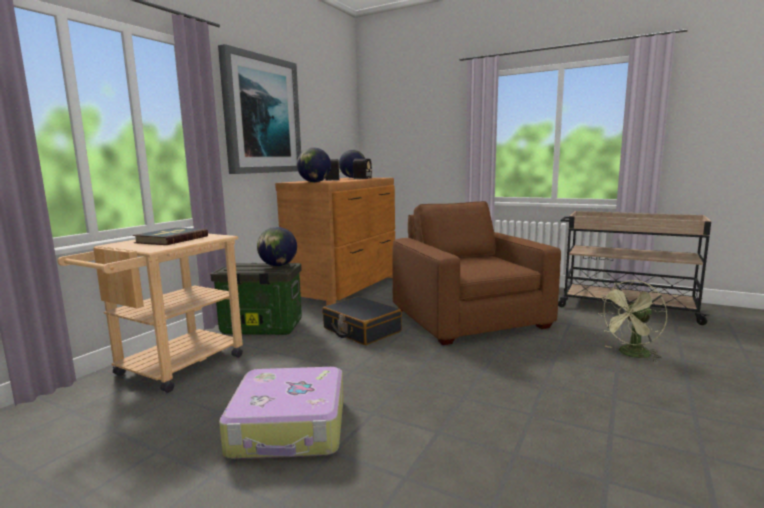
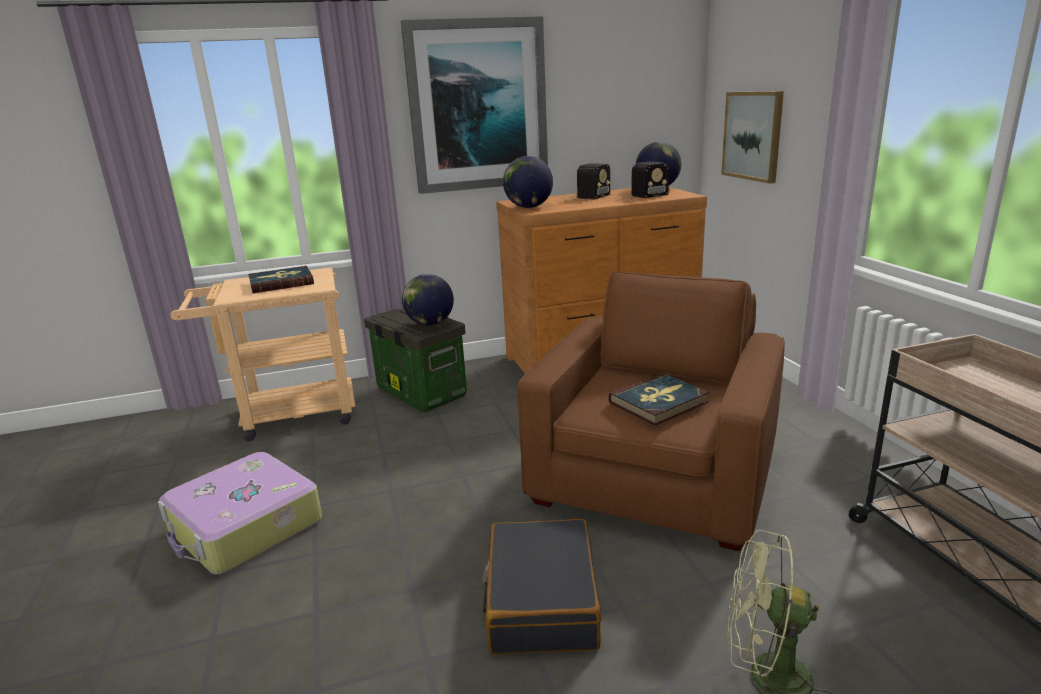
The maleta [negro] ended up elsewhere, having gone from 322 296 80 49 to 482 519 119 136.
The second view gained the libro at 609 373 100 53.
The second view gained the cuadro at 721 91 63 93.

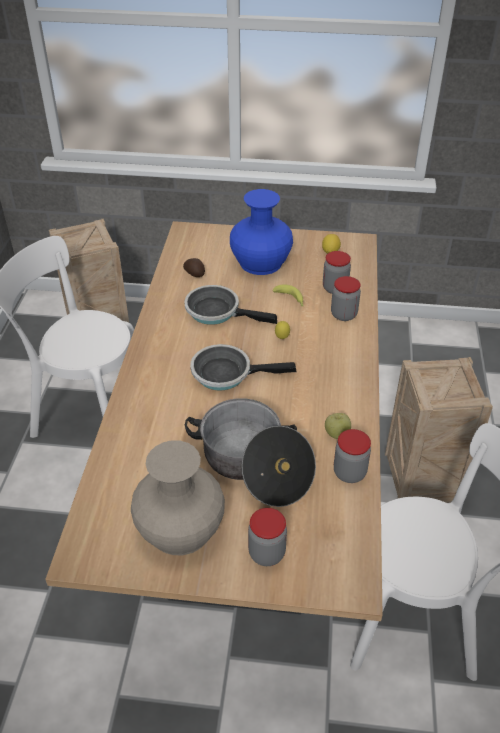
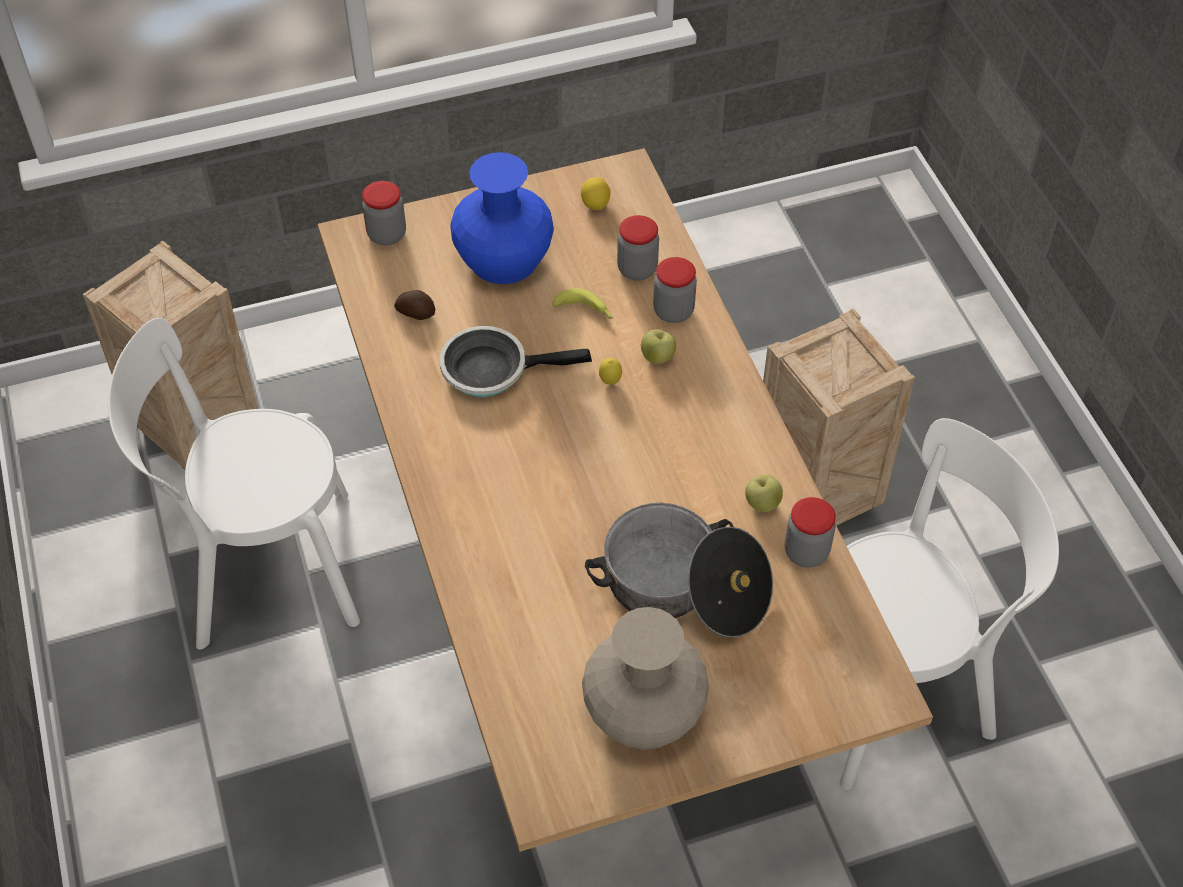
The tarro ended up elsewhere, having gone from 248 508 39 58 to 362 181 44 64.
The second view gained the manzana at 641 329 35 35.
The second view lost the sartén at 190 344 106 47.

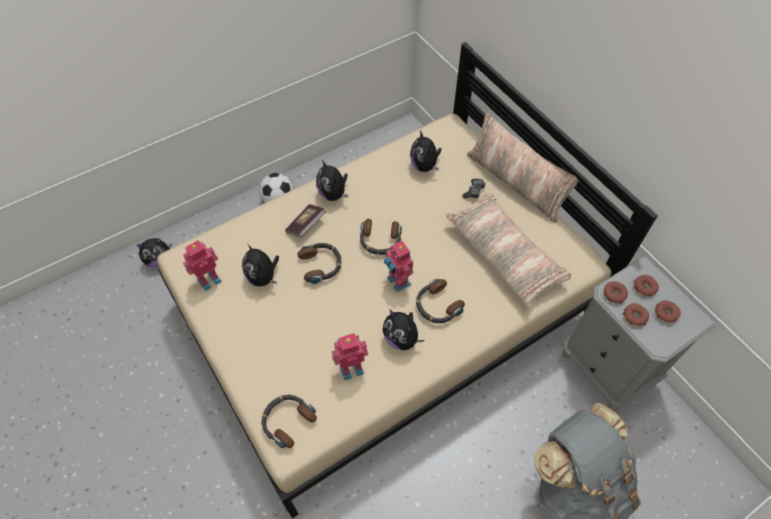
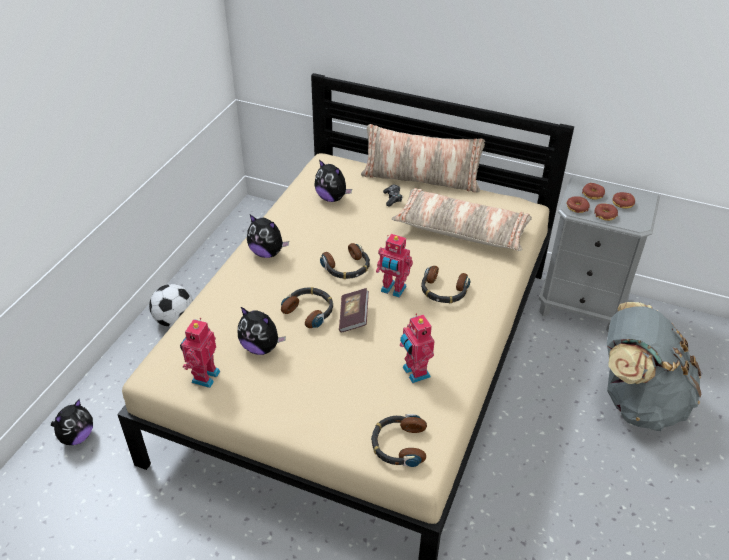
The libro ended up elsewhere, having gone from 285 204 41 33 to 339 288 30 45.
The robot de juguete at 332 333 36 47 ended up facing another way, 60 degrees counterclockwise from before.
The second view lost the peluche at 383 310 41 40.

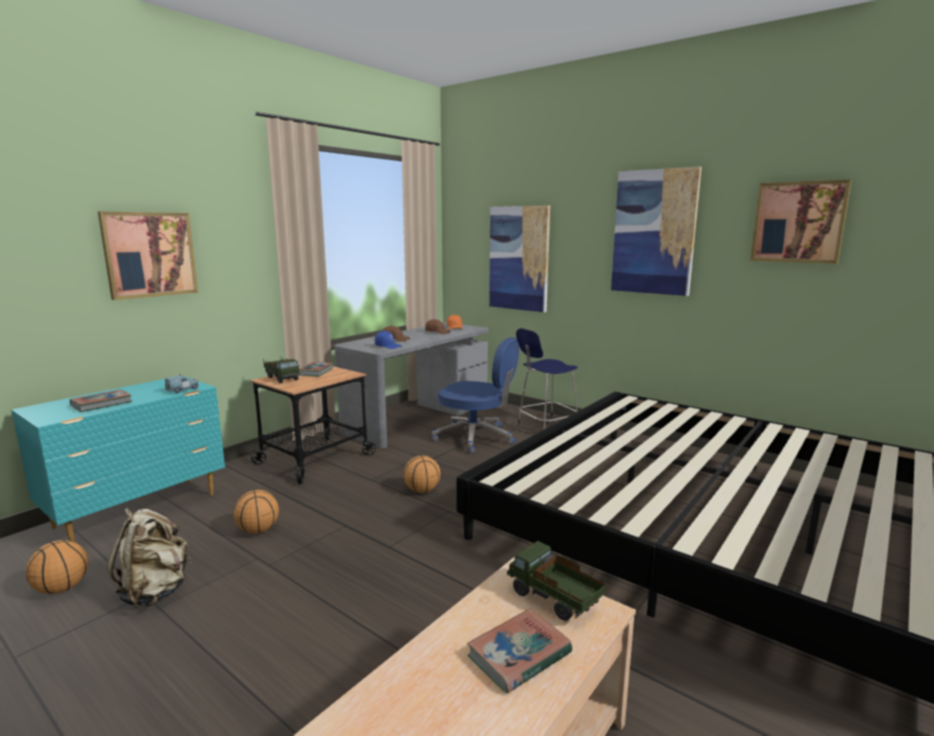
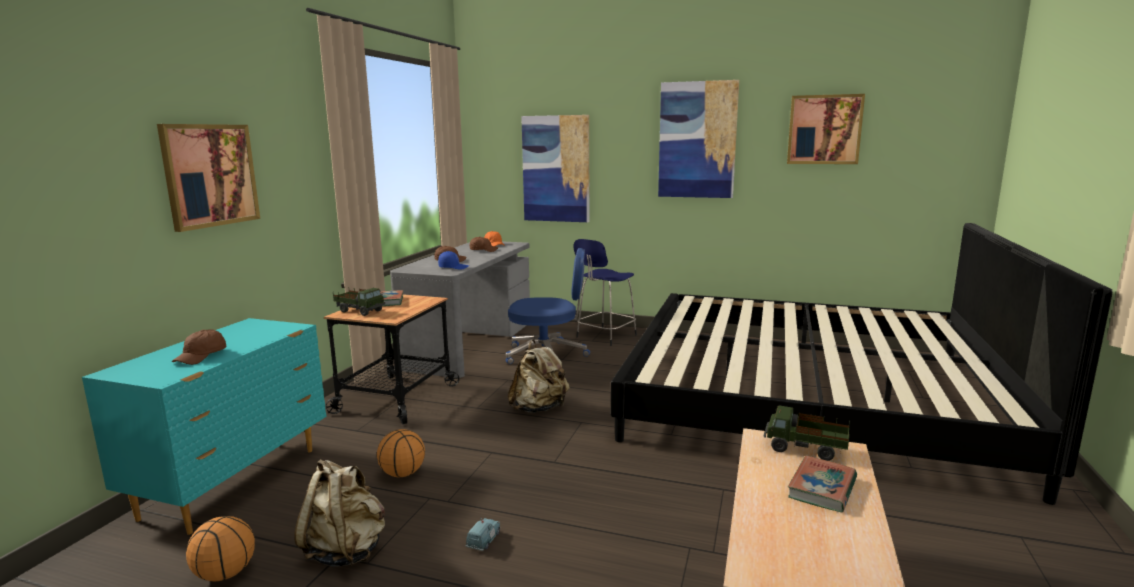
Where the libro stood at 70 390 63 22, the gorra [marrón] came to stand at 172 329 54 36.
The coche de juguete [azul] ended up elsewhere, having gone from 165 374 34 19 to 466 518 34 33.
Where the balón de baloncesto stood at 404 455 37 38, the mochila [beis] came to stand at 508 340 62 73.

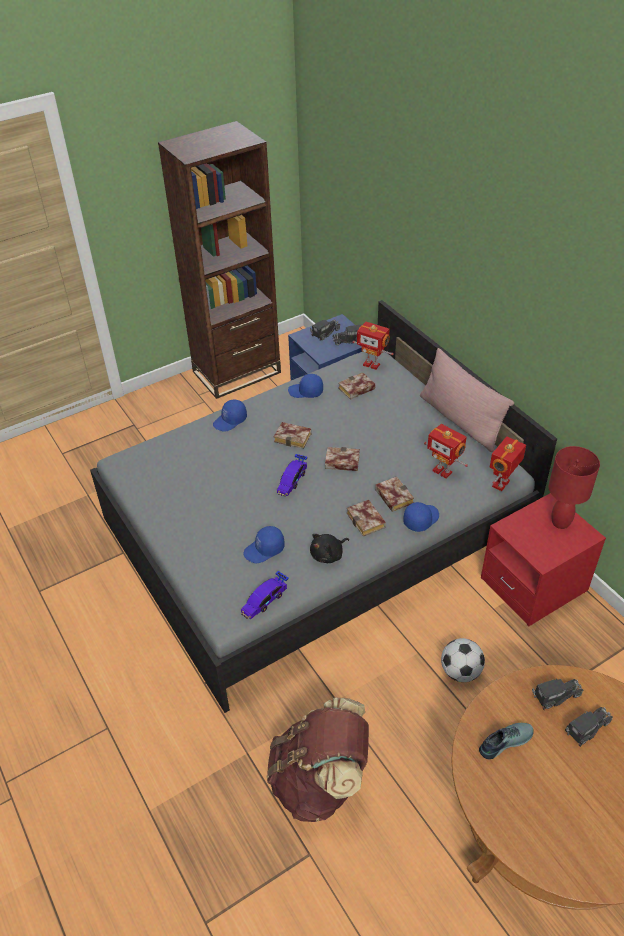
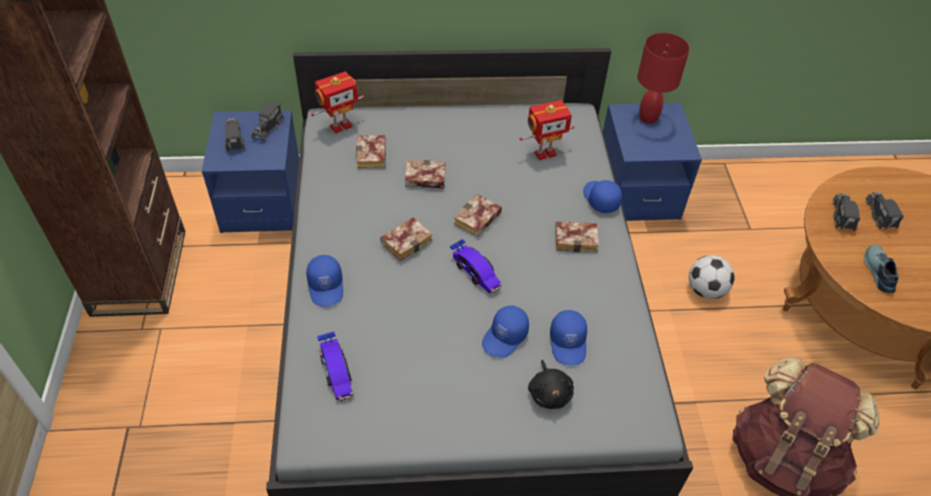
The coche de juguete ended up elsewhere, having gone from 241 571 48 48 to 317 331 36 70.
The libro ended up elsewhere, having gone from 375 477 39 35 to 405 160 41 28.
The gorra [azul] ended up elsewhere, having gone from 288 374 35 24 to 482 306 47 52.
The peluche [negro] ended up elsewhere, having gone from 310 534 39 29 to 528 360 46 49.
What was the mesita de noche [rojo] at 481 493 125 133 turned into the mesita de noche [azul] at 603 103 99 118.
The second view lost the cojín [rosa] at 420 348 94 104.
The second view lost the robot de juguete at 490 436 36 55.

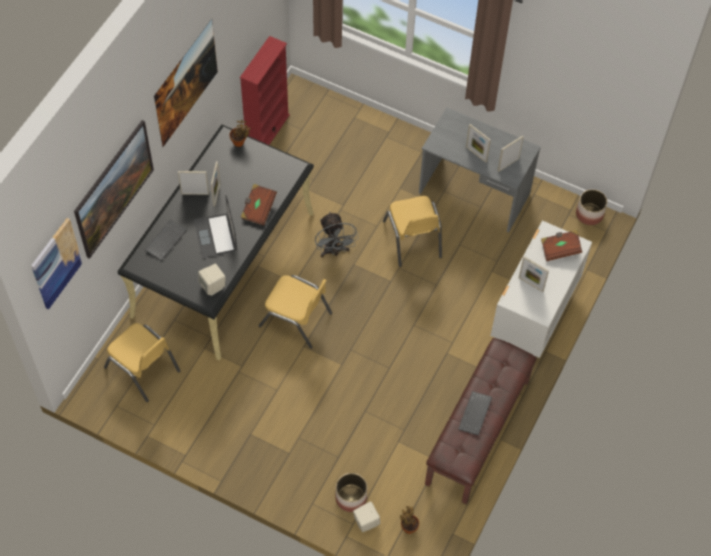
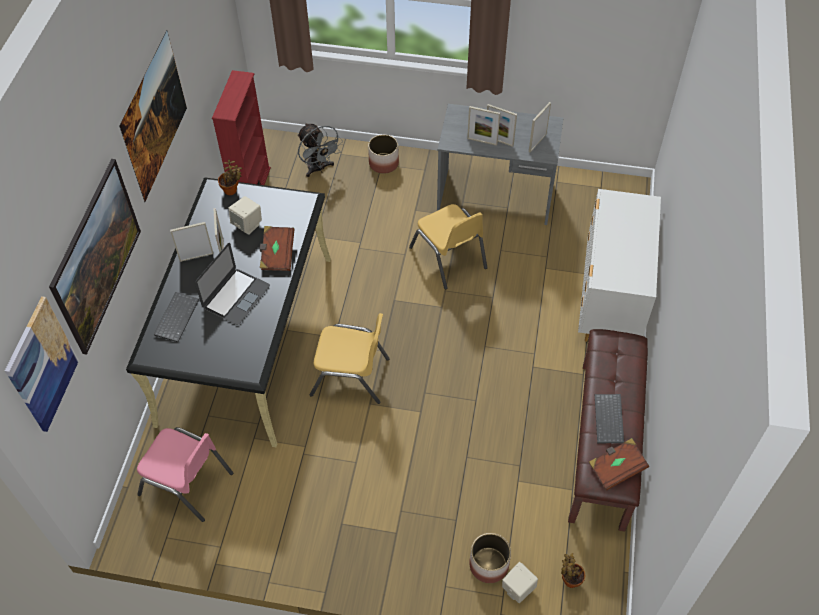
What was the silla [amarillo] at 104 323 77 79 turned into the silla [rosa] at 137 427 96 95.
The portátil at 194 195 43 63 ended up facing another way, 120 degrees counterclockwise from before.
The altavoz [beis] ended up elsewhere, having gone from 199 264 26 32 to 228 196 34 39.
The ventilador [gris] ended up elsewhere, having gone from 315 212 44 45 to 298 123 45 54.
The maceta ended up elsewhere, having gone from 576 189 31 36 to 368 134 31 40.
The portarretratos ended up elsewhere, having gone from 518 256 31 36 to 467 106 33 40.
The libro [marrón] ended up elsewhere, having gone from 541 230 41 31 to 589 438 60 53.

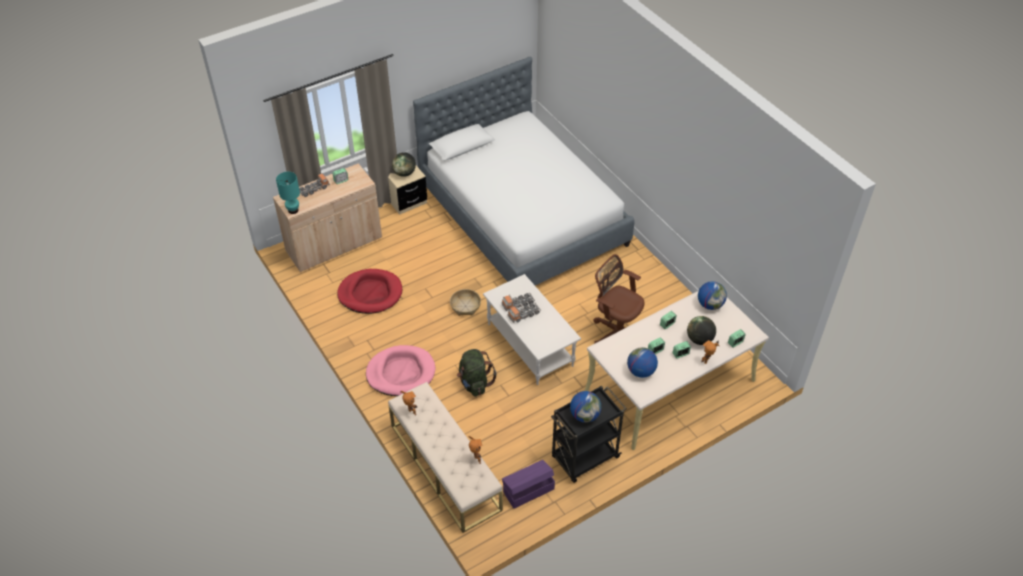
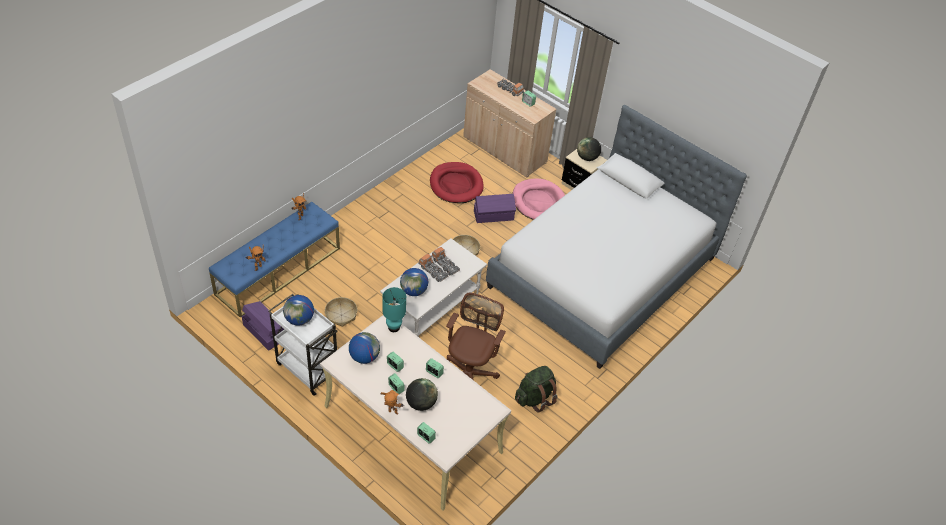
What was the banco [beis] at 388 382 115 151 turned into the banco [azul] at 209 202 131 115.
What was the carrito [negro] at 551 386 76 97 turned into the carrito [blanco] at 268 294 70 102.
The second view gained the cesta at 325 297 32 30.
The lámpara de mesa [turquesa] ended up elsewhere, having gone from 276 172 24 42 to 382 287 24 45.
The globo terráqueo ended up elsewhere, having gone from 698 281 29 29 to 400 268 28 28.
The second view gained the caja de almacenaje [morado] at 474 194 42 29.
The cama para perro [rosa] ended up elsewhere, having gone from 366 345 70 51 to 513 179 52 41.
The mochila [verde] ended up elsewhere, having gone from 457 349 40 47 to 515 366 42 47.

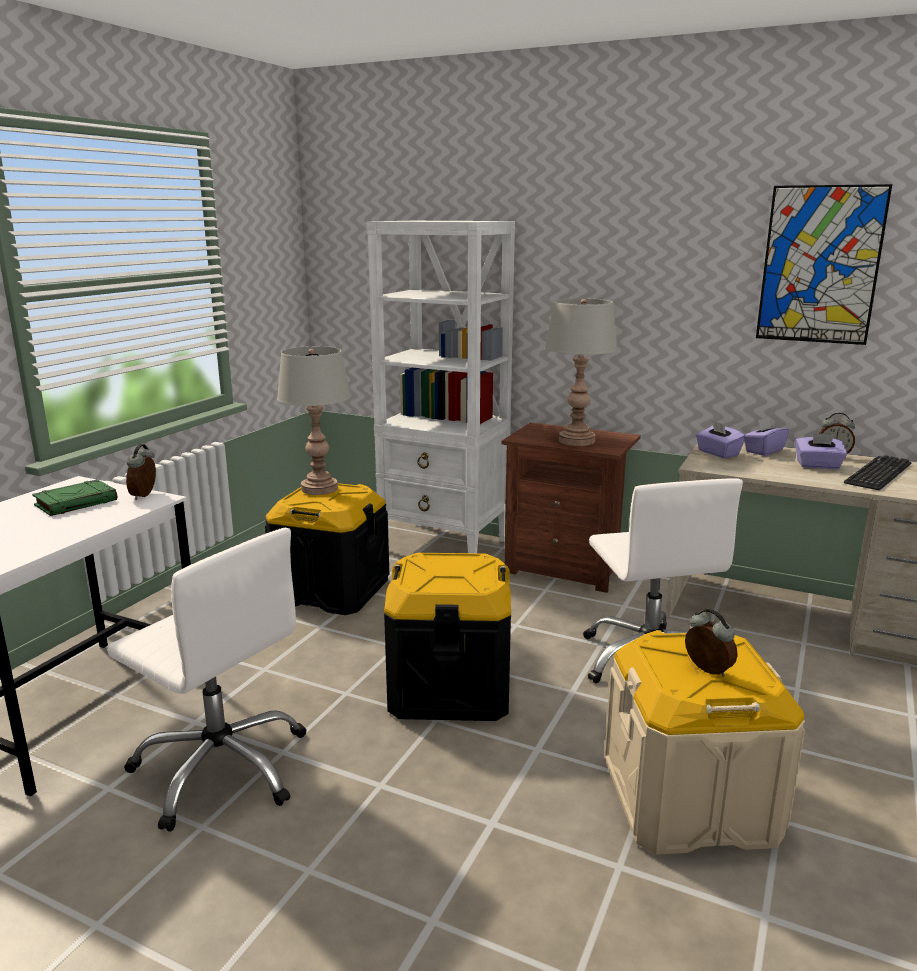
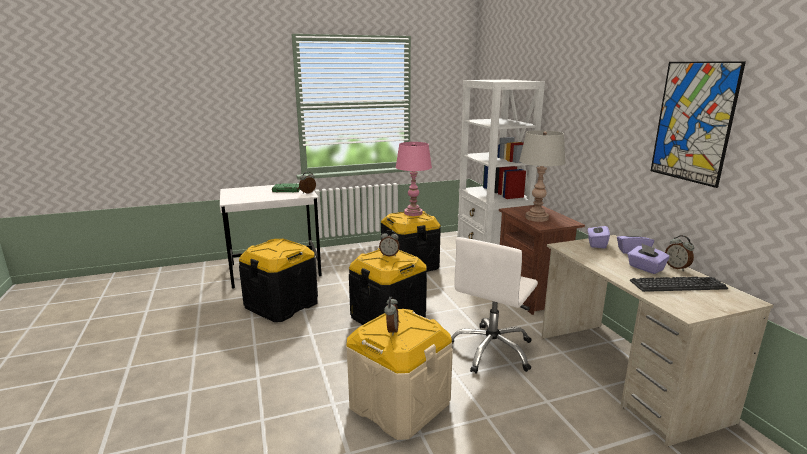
Where the silla de oficina [blanco] stood at 107 528 199 304, the caja de almacenaje [negro] came to stand at 239 239 79 83.
The second view gained the despertador at 379 230 21 26.
What was the lámpara de mesa [gris] at 277 346 74 149 turned into the lámpara de mesa [rosa] at 396 142 36 74.

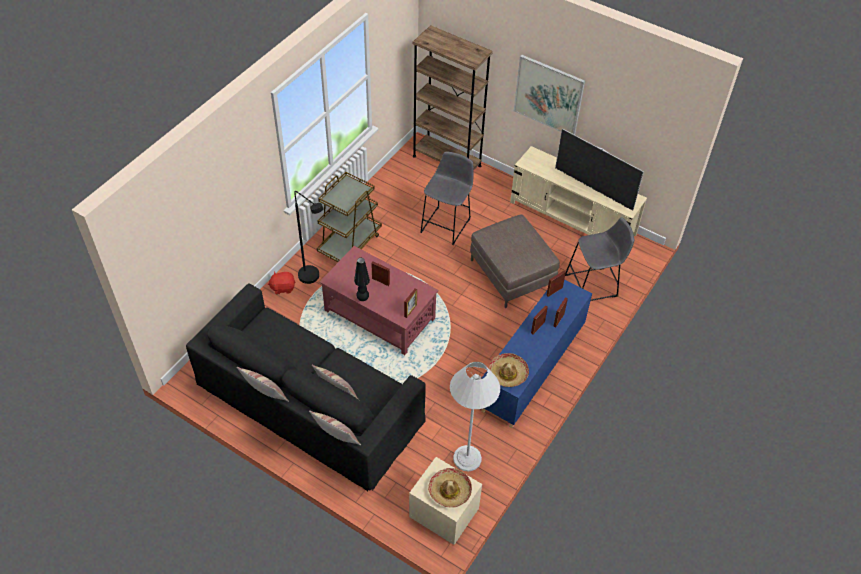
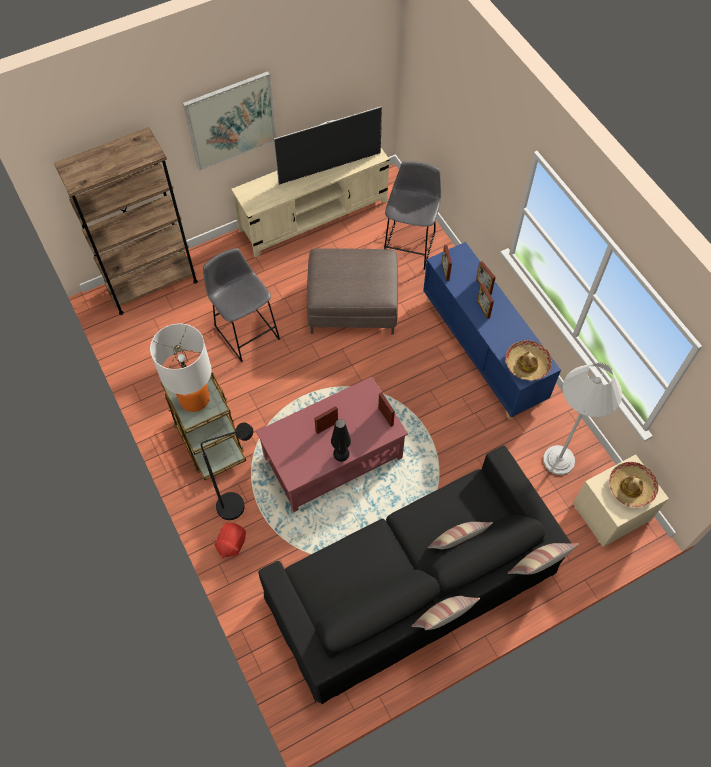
The second view gained the lámpara de mesa at 150 323 61 89.

